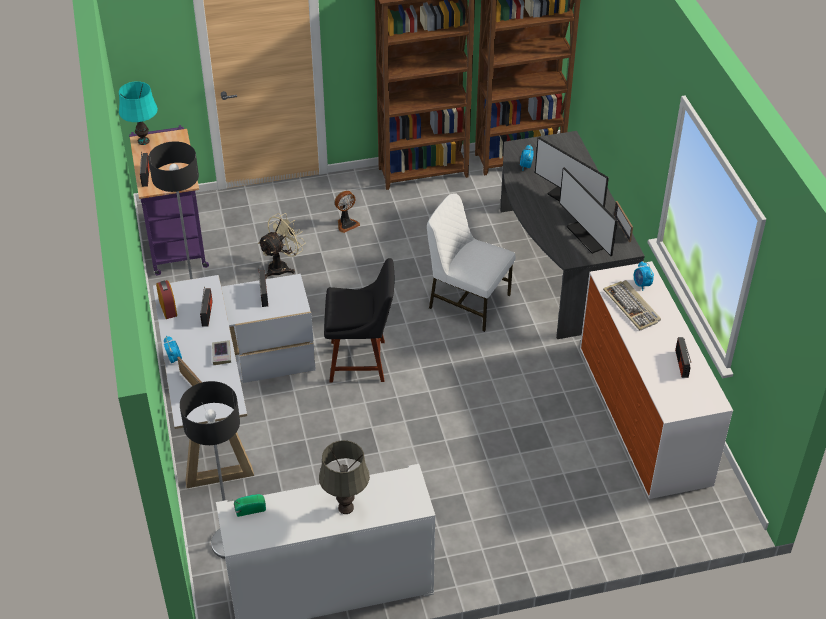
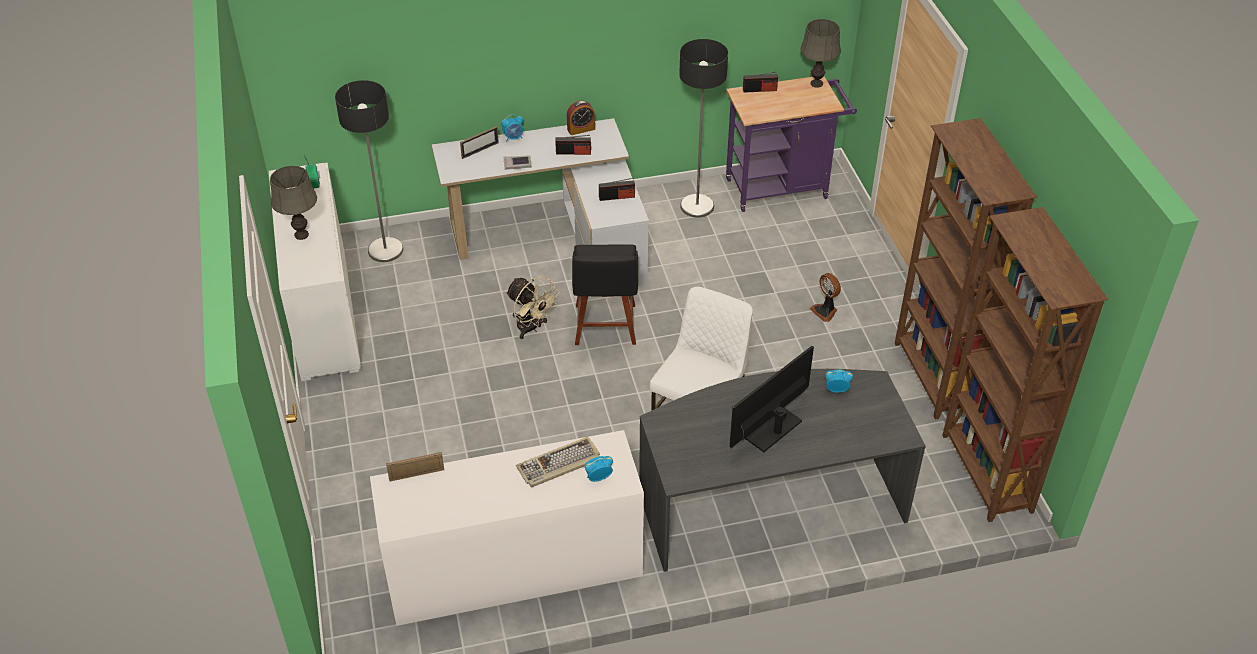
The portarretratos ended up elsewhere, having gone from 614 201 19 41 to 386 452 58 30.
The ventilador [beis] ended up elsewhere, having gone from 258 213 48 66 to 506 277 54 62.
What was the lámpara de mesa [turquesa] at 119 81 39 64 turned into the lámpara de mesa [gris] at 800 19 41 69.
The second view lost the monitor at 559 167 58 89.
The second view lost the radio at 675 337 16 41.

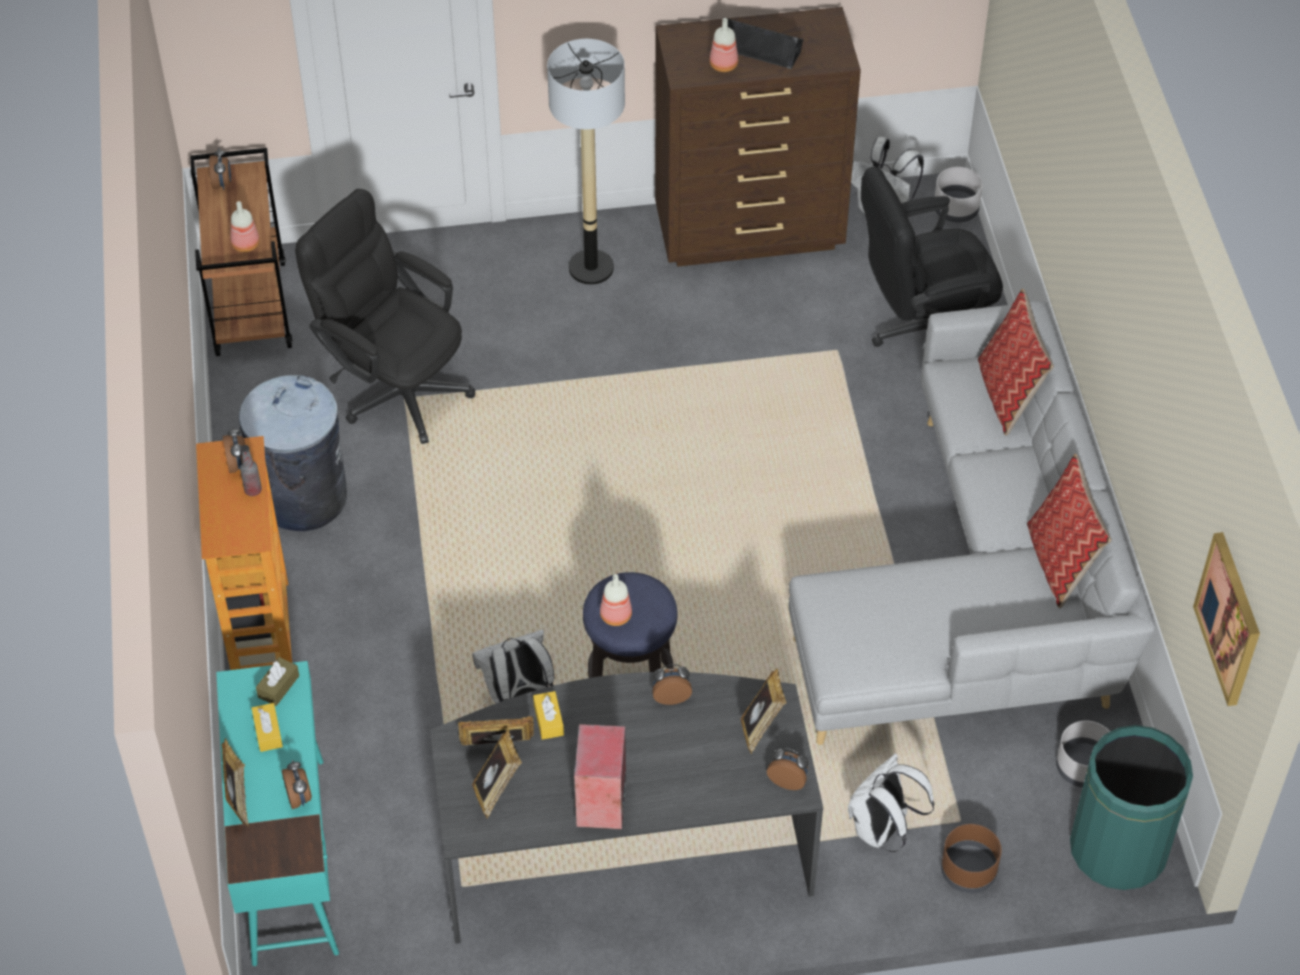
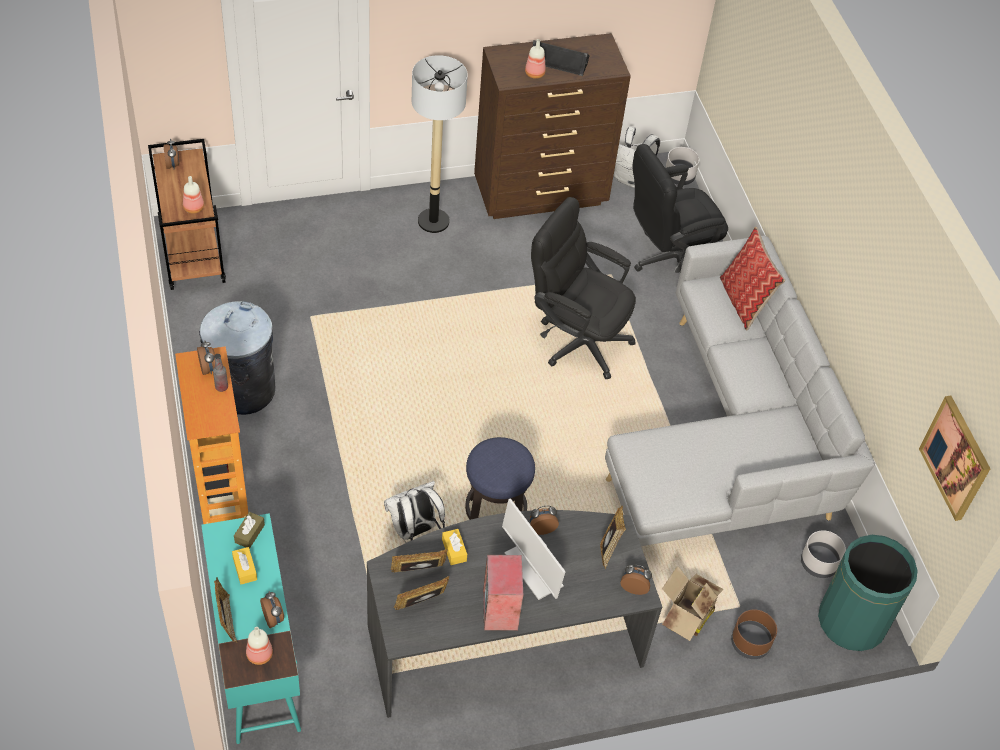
The botella ended up elsewhere, having gone from 600 574 32 52 to 246 627 27 38.
The portarretratos at 472 730 50 89 ended up facing another way, 135 degrees counterclockwise from before.
The second view gained the monitor at 502 498 64 102.
The silla de oficina [negro] ended up elsewhere, having gone from 295 189 180 255 to 531 197 105 182.
Where the mochila [blanco] stood at 848 753 87 99, the caja de cartón came to stand at 662 566 62 75.
The second view lost the cojín at 1027 454 85 154.

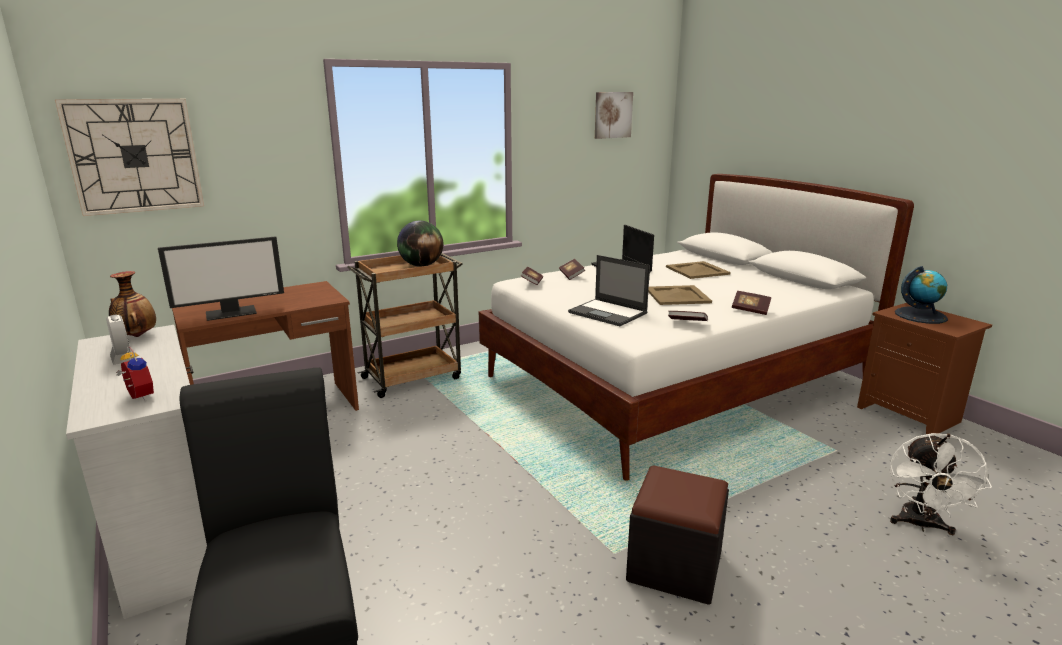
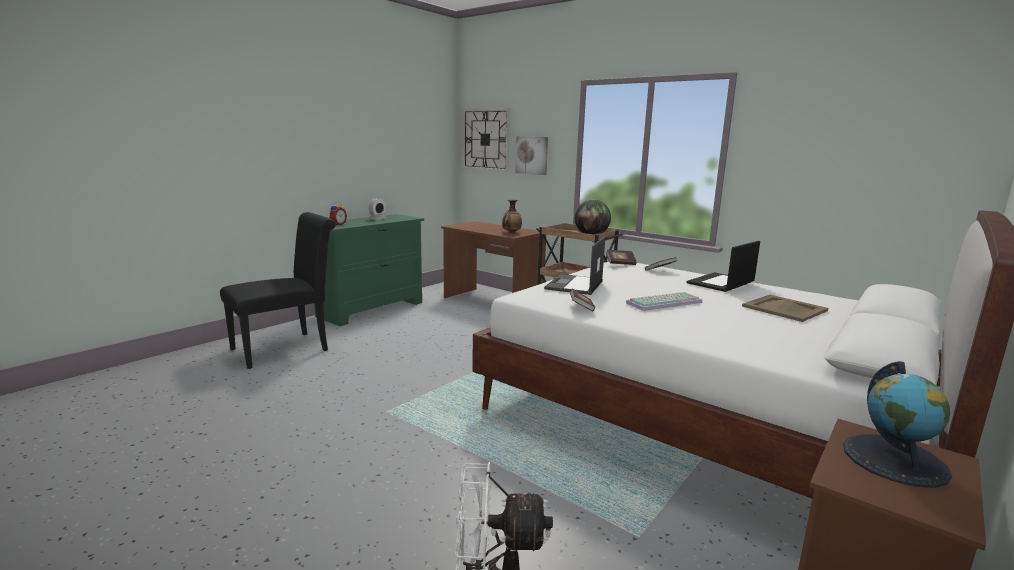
What was the cómoda [blanco] at 66 325 141 294 turned into the cómoda [verde] at 314 214 110 112.
The florero ended up elsewhere, having gone from 109 271 47 66 to 502 200 20 33.
The cuadro ended up elsewhere, having gone from 595 92 38 47 to 515 136 33 39.
Where the bandeja [beis] stood at 648 285 64 20, the teclado came to stand at 626 292 76 19.
The second view lost the monitor at 158 236 126 85.
The second view lost the puf [negro] at 626 465 103 140.
The second view lost the libro at 732 291 40 24.

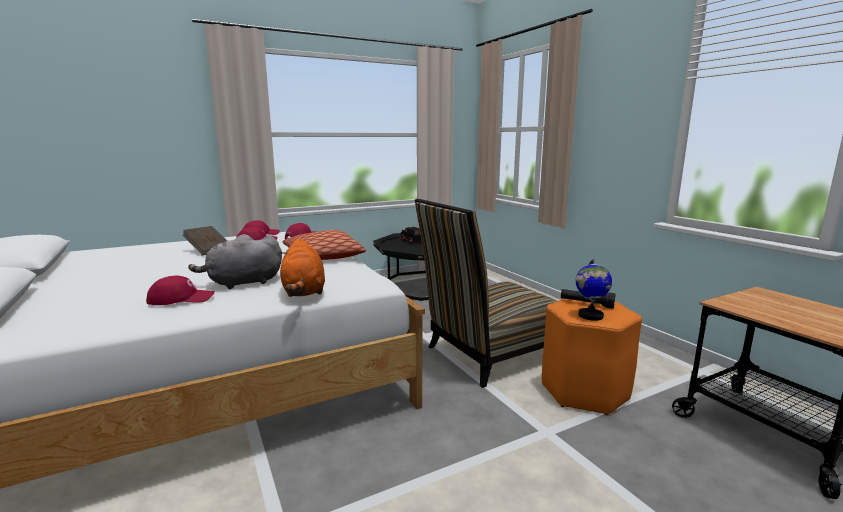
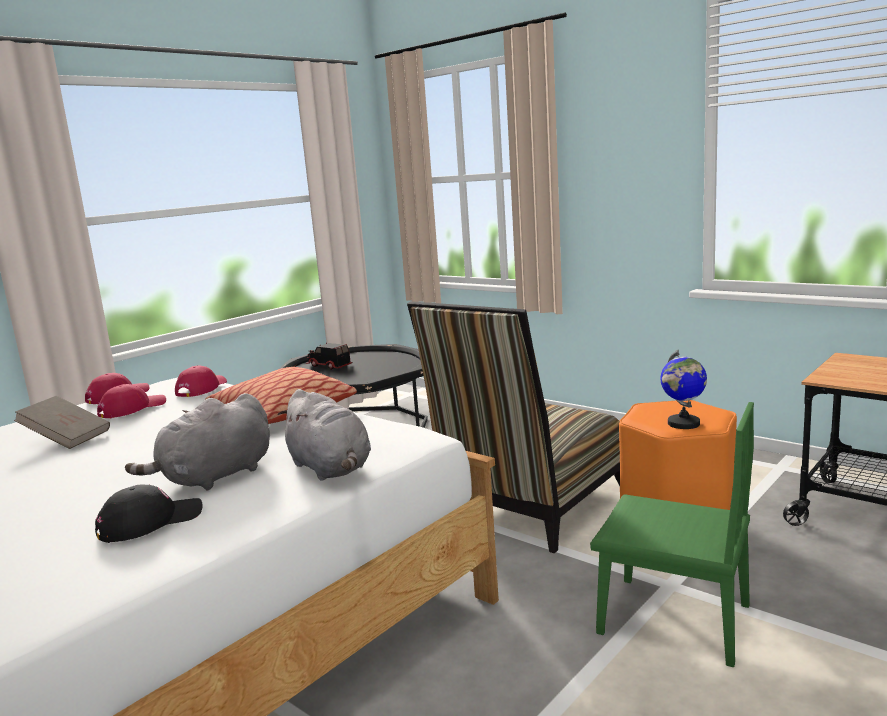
What was the gorra [rojo] at 146 276 69 29 turned into the gorra [negro] at 95 485 107 58.
What was the peluche [naranja] at 279 238 46 59 turned into the peluche [gris] at 277 389 94 92.
The second view gained the silla [verde] at 590 402 164 265.
The second view lost the linterna [negro] at 561 289 55 20.

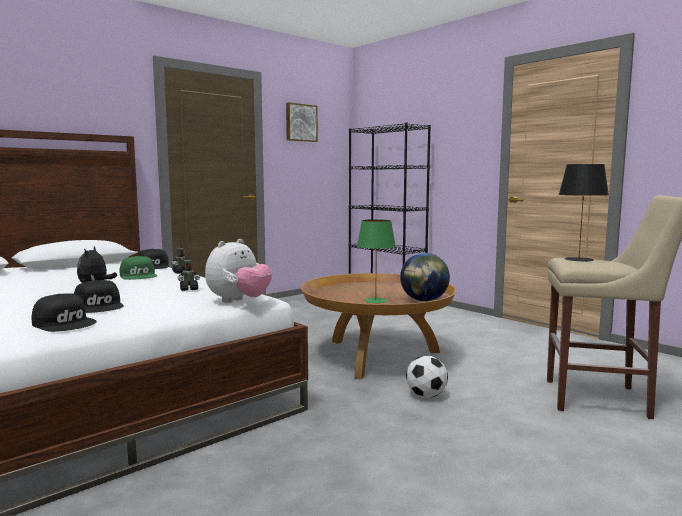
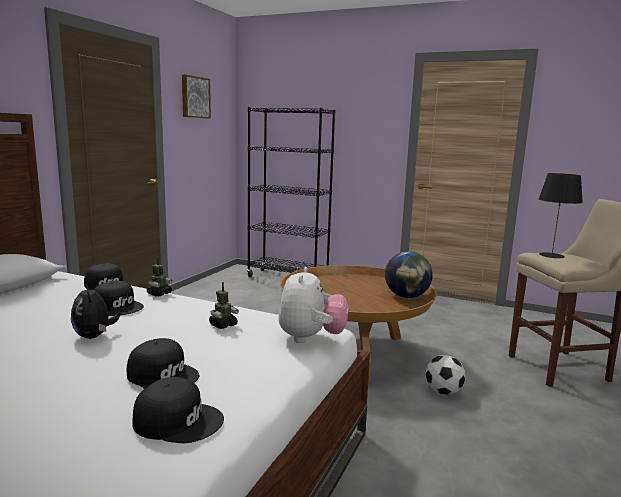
What was the gorra [verde] at 120 256 37 24 turned into the gorra [negro] at 94 281 50 35.
The second view lost the lámpara de mesa [verde] at 357 219 39 84.

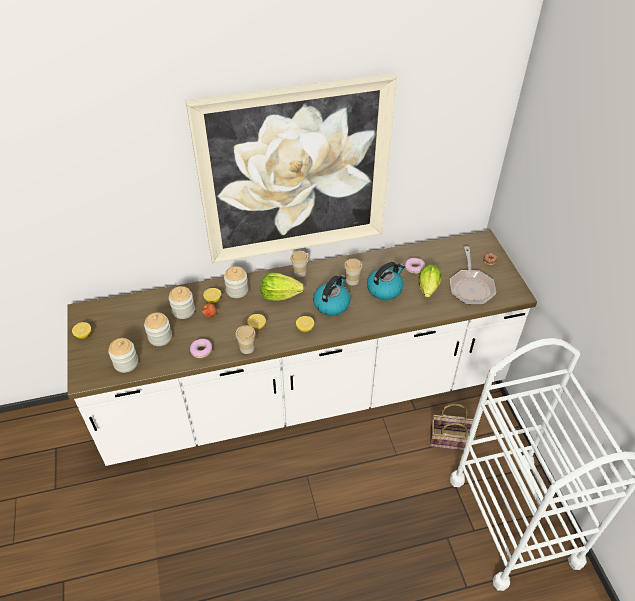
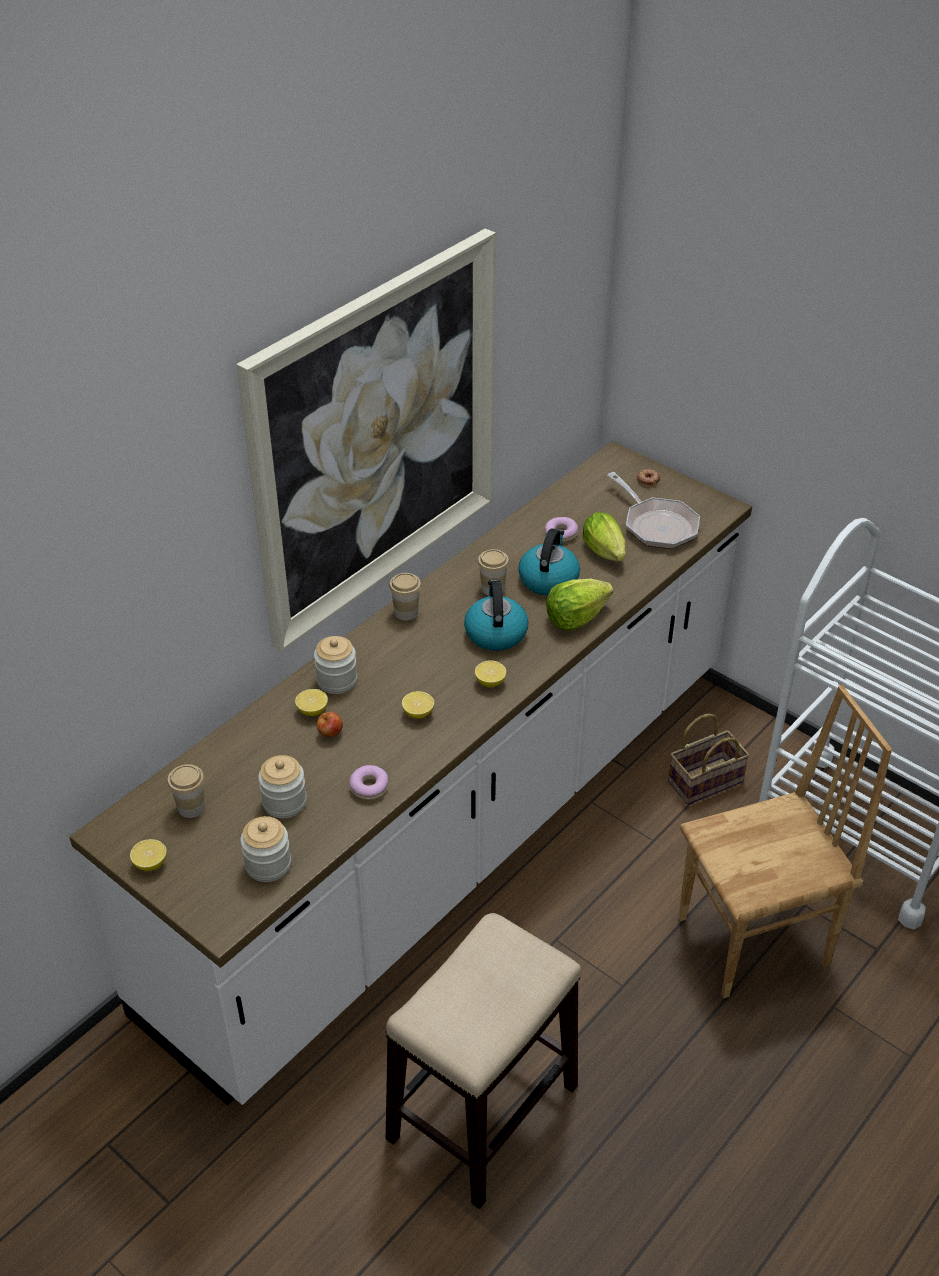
The taza ended up elsewhere, having gone from 235 325 21 29 to 167 764 38 54.
The second view gained the taburete at 386 913 195 296.
The lechuga ended up elsewhere, having gone from 261 273 43 28 to 546 578 67 53.
The second view gained the silla [marrón] at 678 685 214 313.
The second view lost the tarro at 169 286 26 33.

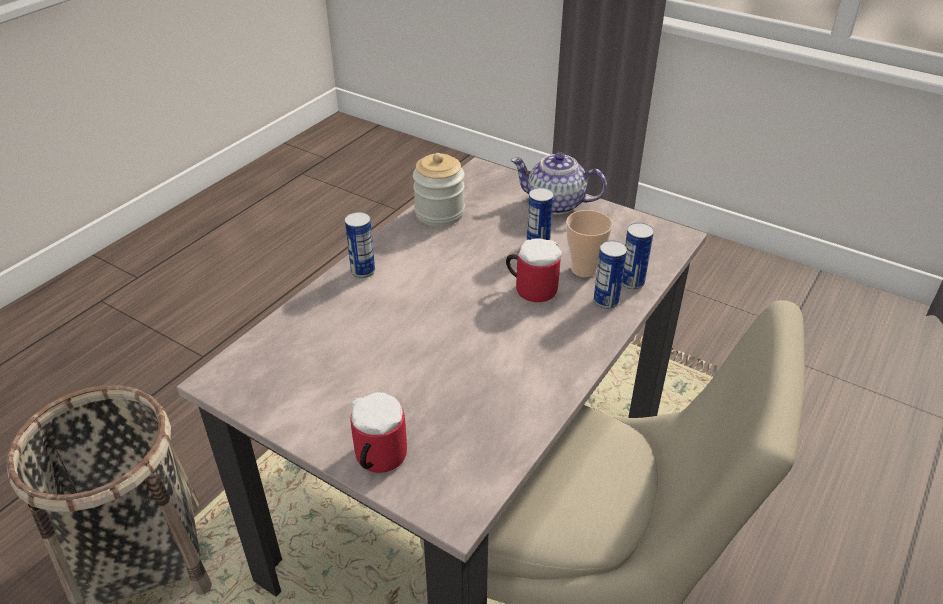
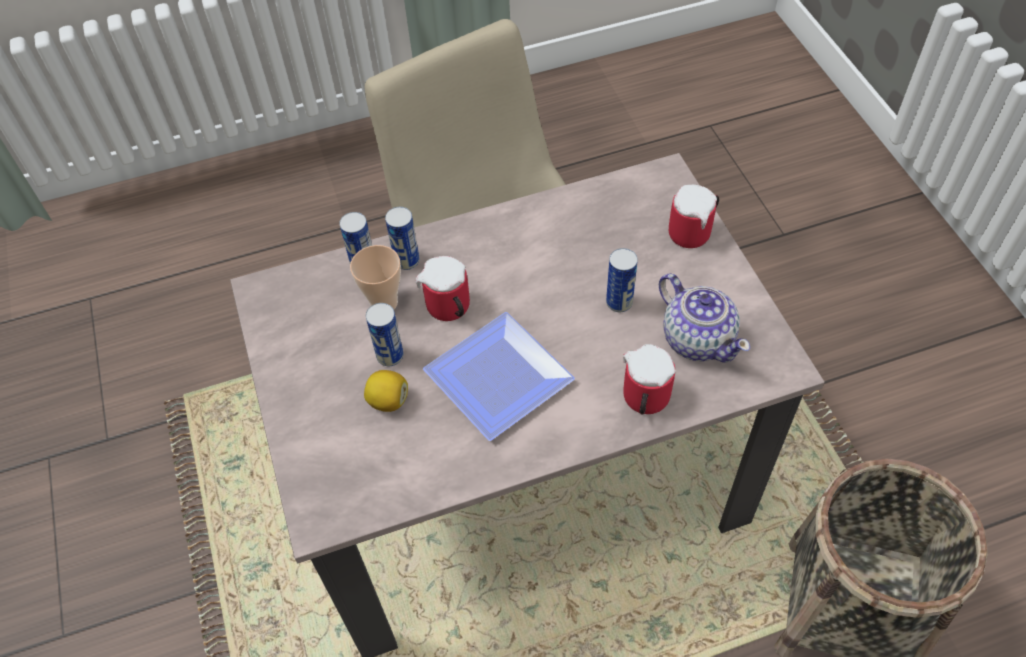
The second view gained the limón at 364 370 44 42.
The second view gained the plato at 423 312 152 129.
The lata ended up elsewhere, having gone from 345 212 30 66 to 606 248 32 64.
The second view gained the taza grande at 623 344 52 70.
The tetera ended up elsewhere, having gone from 511 152 96 63 to 659 273 91 90.
The second view lost the tarro at 413 153 52 73.

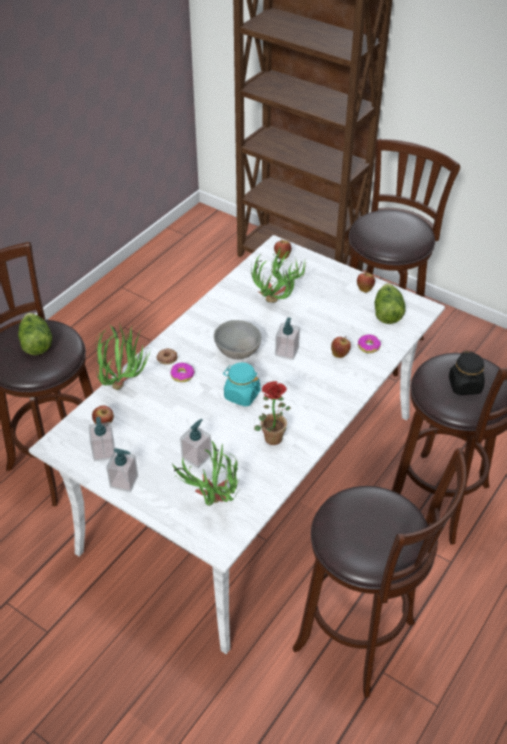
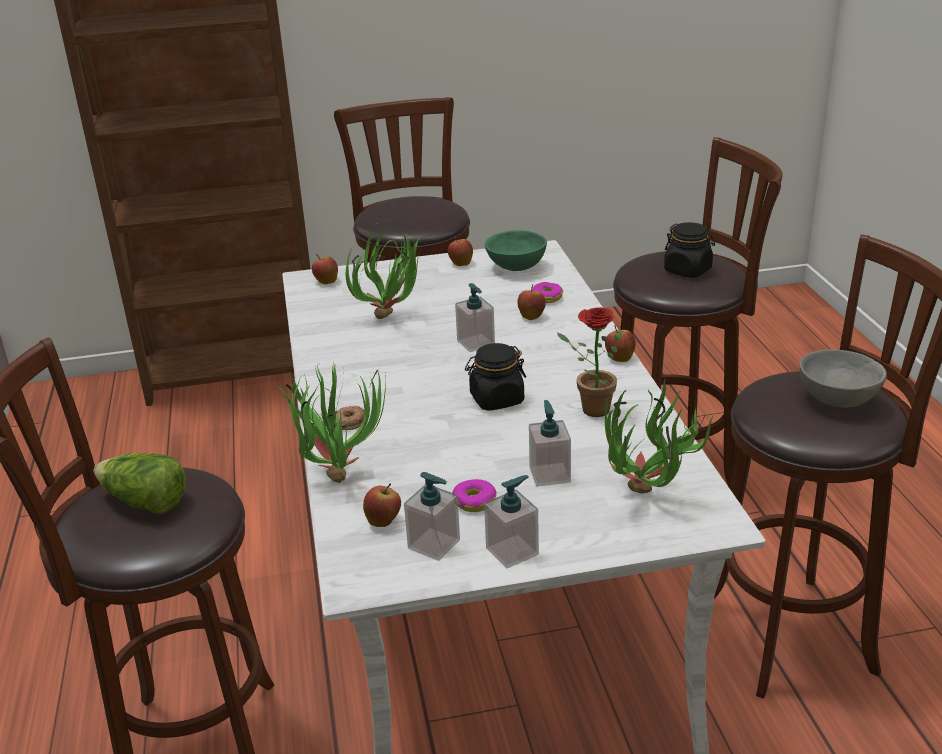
The rosquilla ended up elsewhere, having gone from 170 363 25 19 to 452 479 45 33.
What was the tarro [turquesa] at 223 362 38 45 turned into the tarro [negro] at 465 343 61 68.
Where the lechuga stood at 374 283 32 41, the cuenco [verde] came to stand at 485 230 62 41.
The second view gained the manzana at 605 325 31 37.
The cuenco [gris] ended up elsewhere, having gone from 214 320 47 39 to 799 350 88 58.

